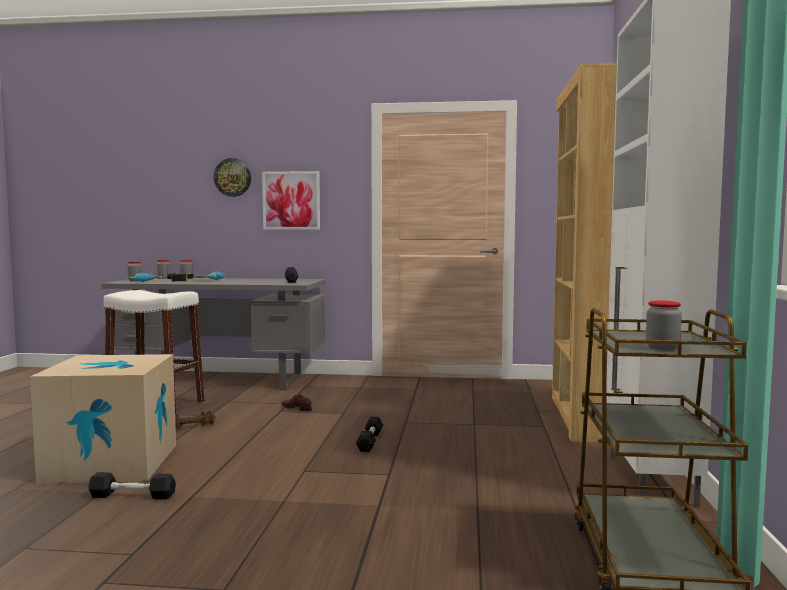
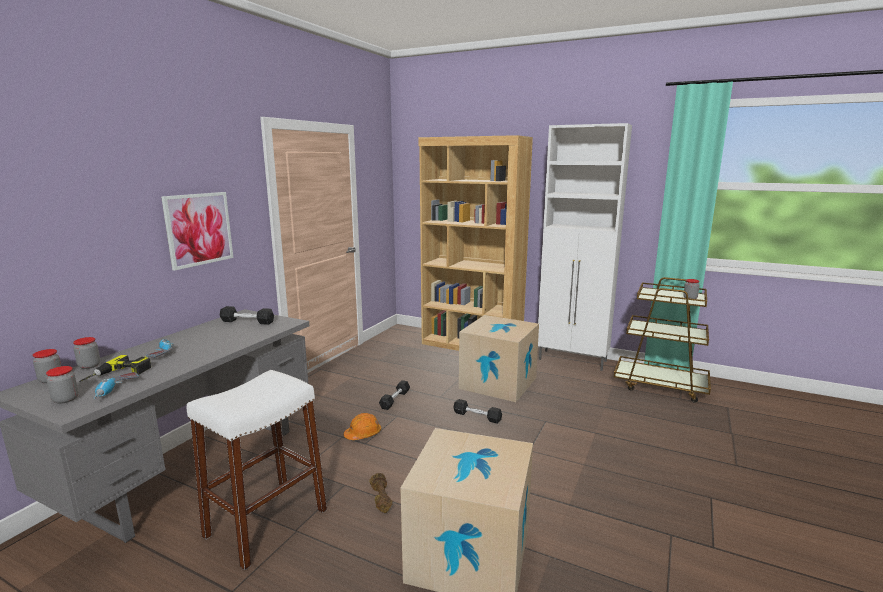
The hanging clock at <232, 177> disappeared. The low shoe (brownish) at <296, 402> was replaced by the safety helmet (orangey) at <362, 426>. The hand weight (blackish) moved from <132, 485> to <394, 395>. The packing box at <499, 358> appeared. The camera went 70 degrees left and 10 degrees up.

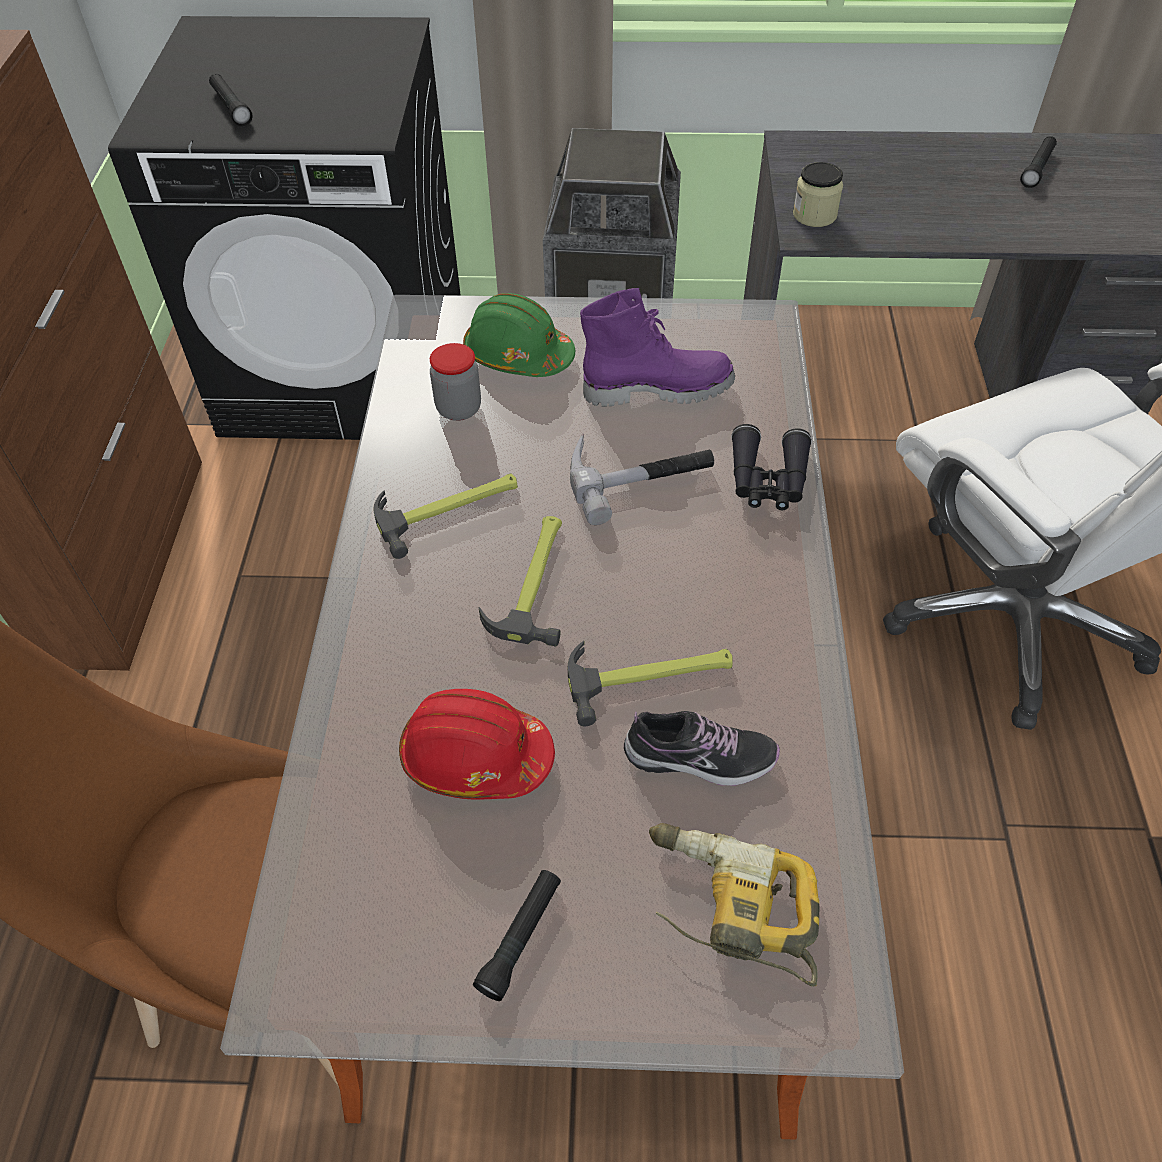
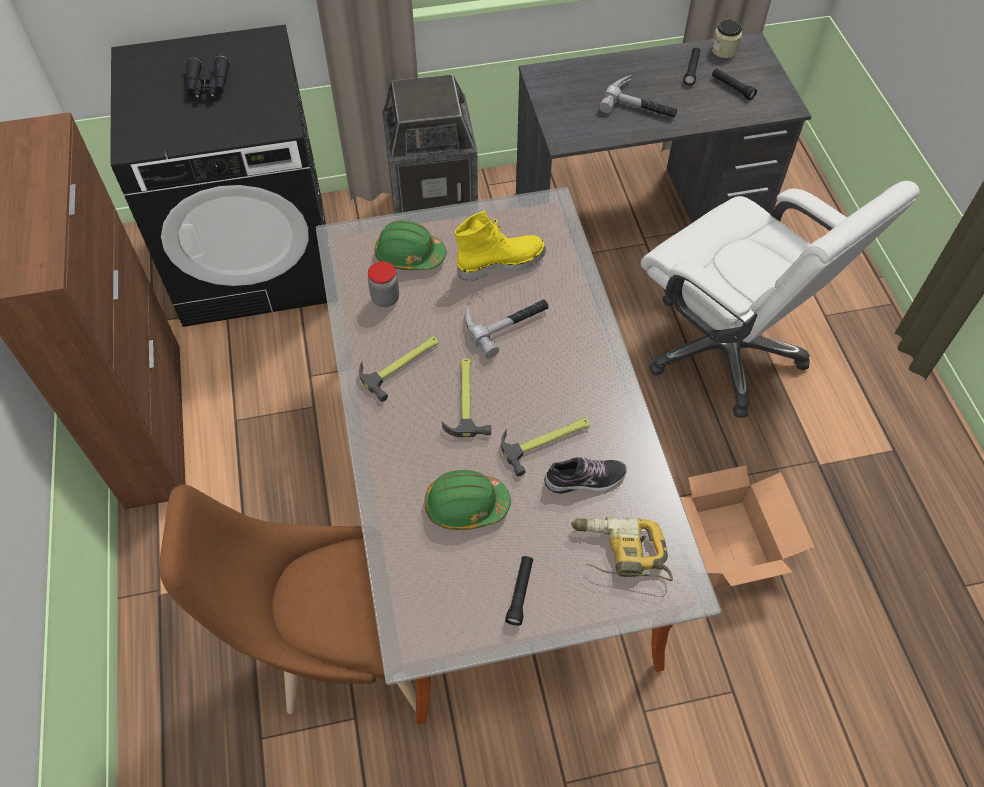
The flashlight (blackish) moved from <231, 100> to <734, 84>. The preserve jar moved from <818, 194> to <727, 38>. The boot (purple) at <657, 347> became the boot (yellow) at <500, 246>. The field glasses (blackish) moved from <771, 467> to <207, 77>. The safety helmet (reddish) at <477, 744> became the safety helmet (green) at <467, 500>. The tool hammer at <638, 96> appeared. The packing box at <747, 527> appeared. The camera went 15 degrees left and 5 degrees up.

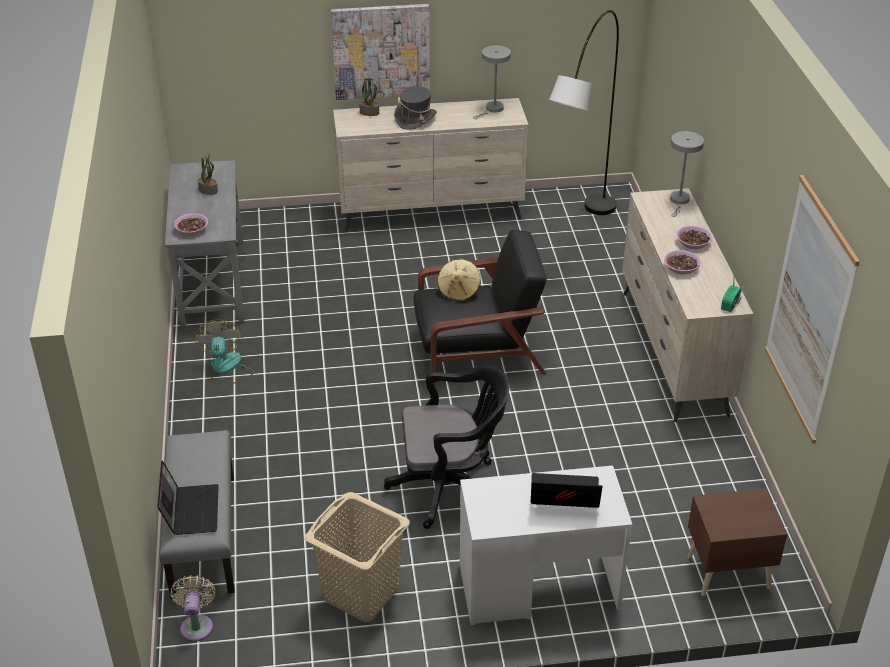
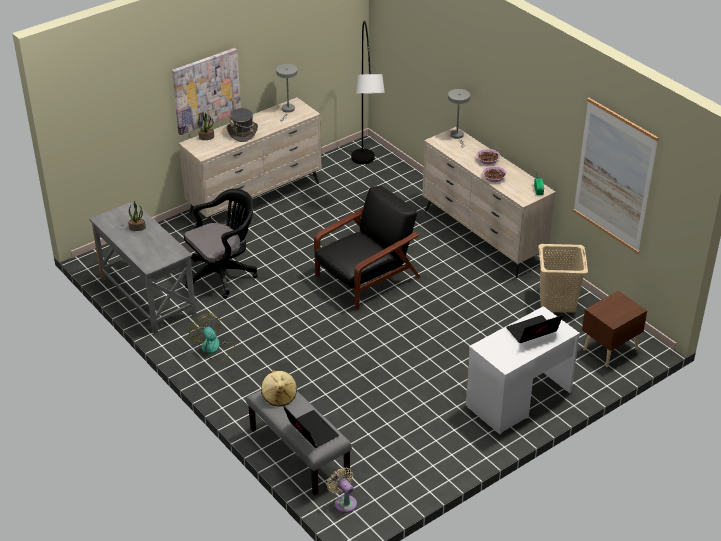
The serving bowl at <191, 224> disappeared. The wearable hat (sand-coloured) moved from <459, 280> to <279, 388>. The office chair (blackish) moved from <446, 446> to <220, 244>. The laundry basket (sand-coloured) moved from <357, 557> to <563, 278>. The camera went 30 degrees left and 0 degrees up.

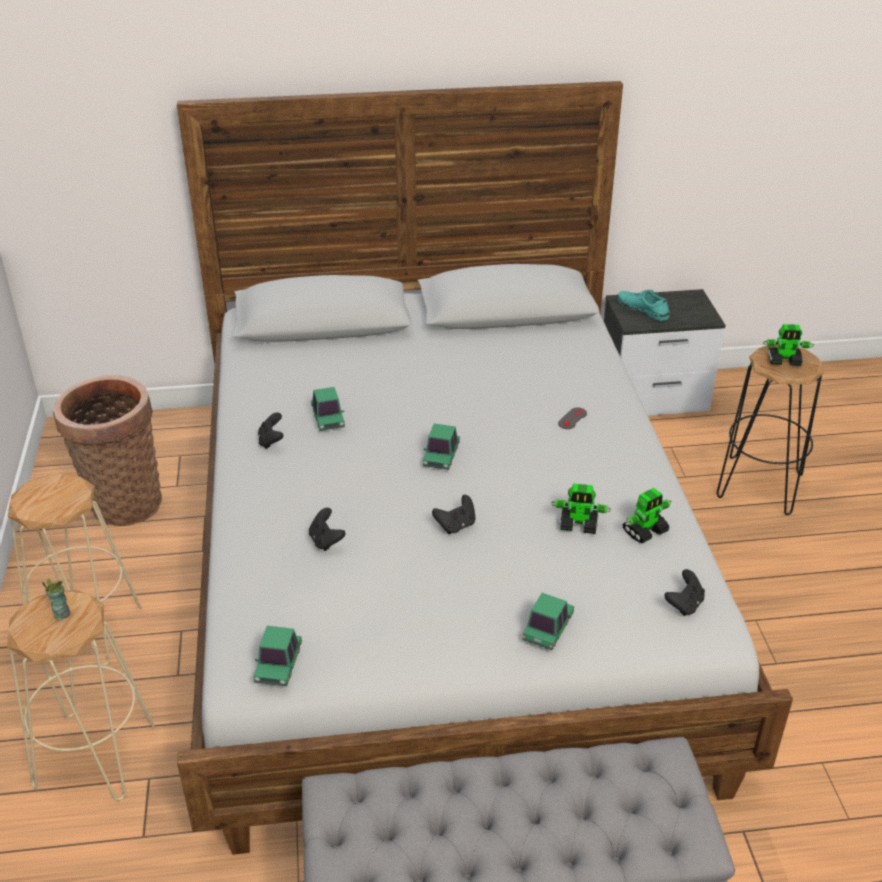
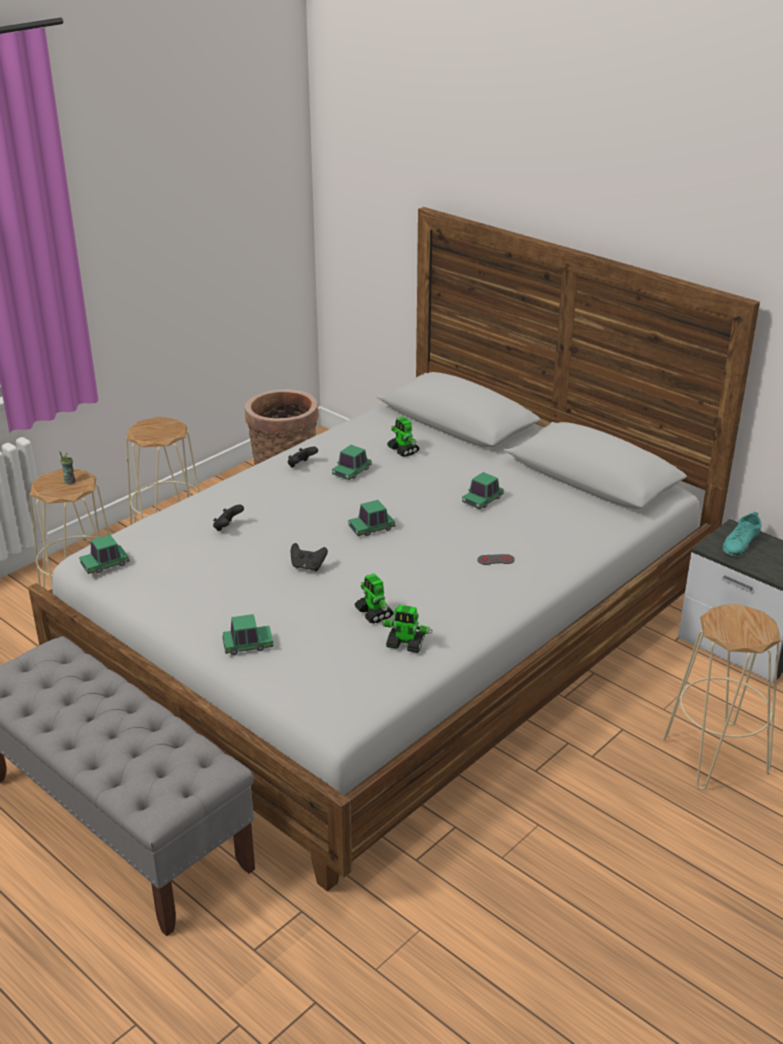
The low shoe (turquoise-coloured) at <643, 305> turned 150 degrees counterclockwise. The model robot moved from <788, 345> to <403, 437>. The stool seat (blackish) at <770, 429> became the stool seat (sand-coloured) at <722, 697>. The game controller (blackish) at <684, 592> disappeared. The toy car at <483, 490> appeared. The camera went 50 degrees right and 5 degrees down.

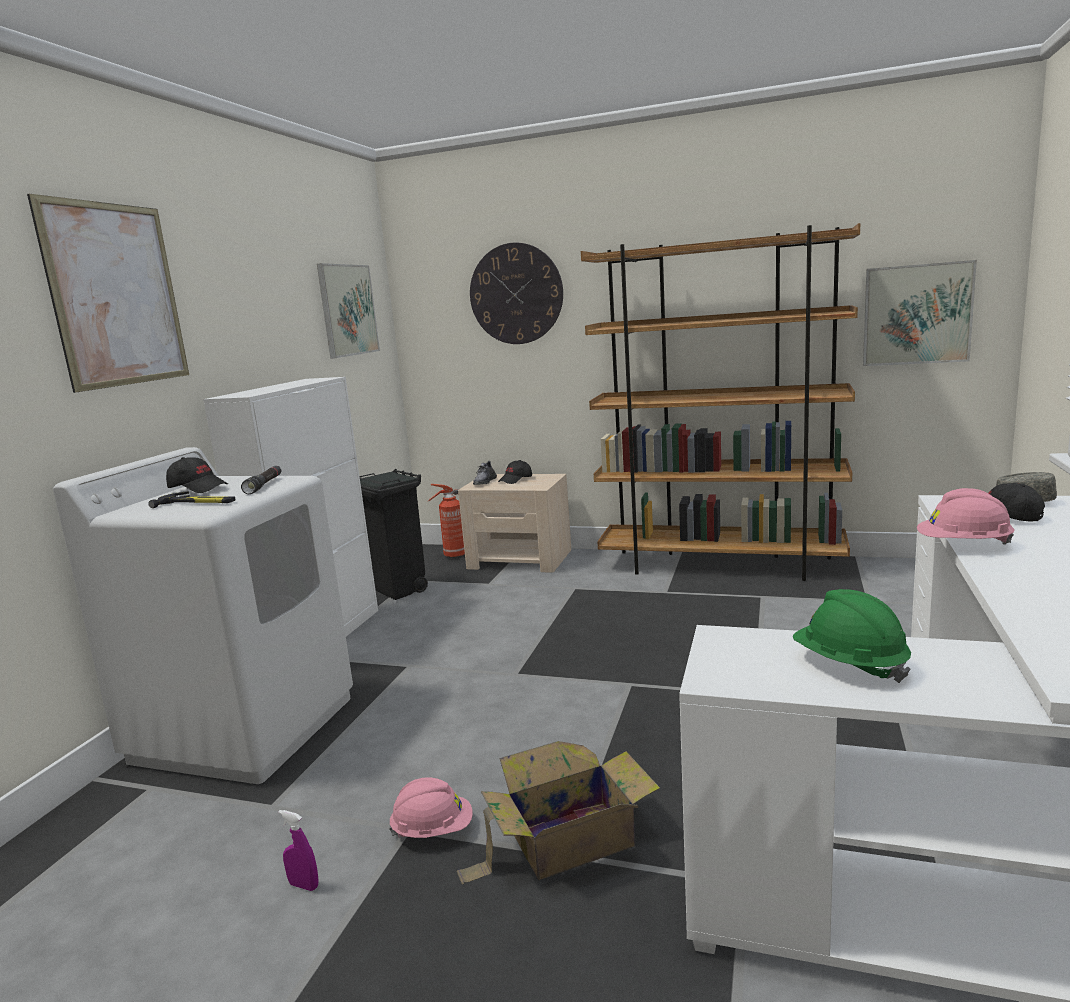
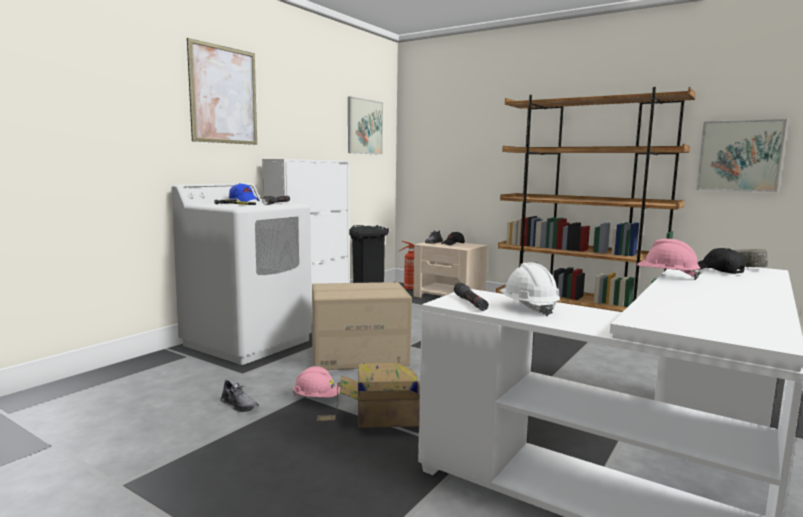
The hanging clock at <516, 293> disappeared. The baseball cap (blackish) at <197, 475> became the baseball cap (blue) at <244, 192>. The safety helmet (green) at <852, 636> became the safety helmet (white-coloured) at <530, 289>. The spray bottle (purple) at <298, 850> was replaced by the low shoe (greyish) at <240, 395>. The packing box at <362, 326> appeared. The flashlight (blackish) at <471, 296> appeared. The camera went 15 degrees right and 5 degrees down.

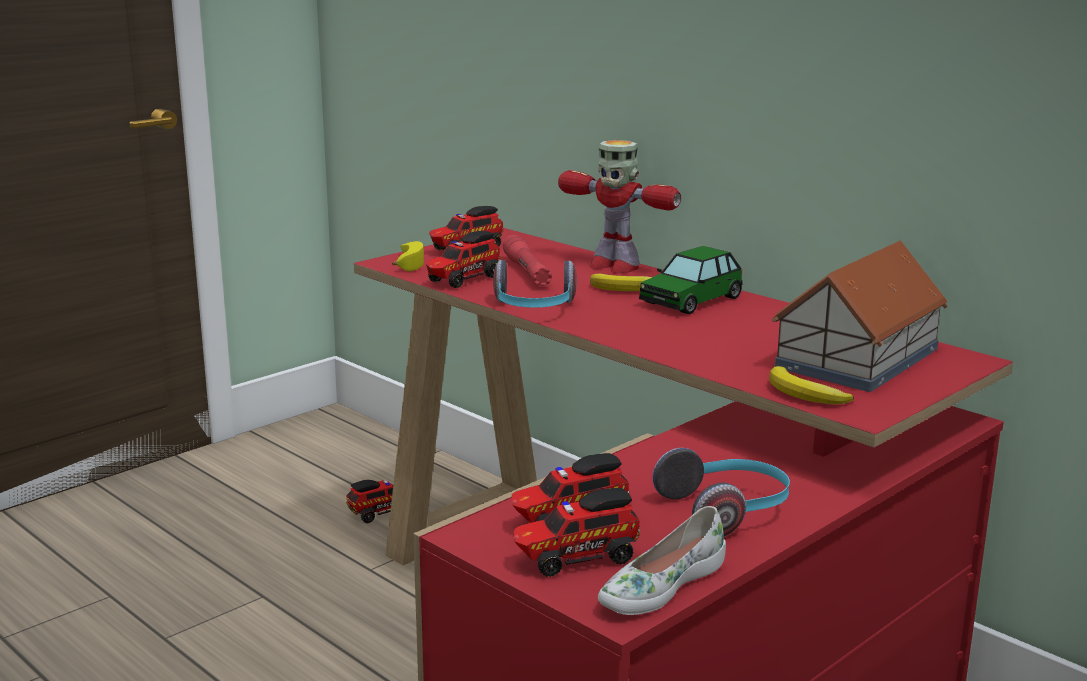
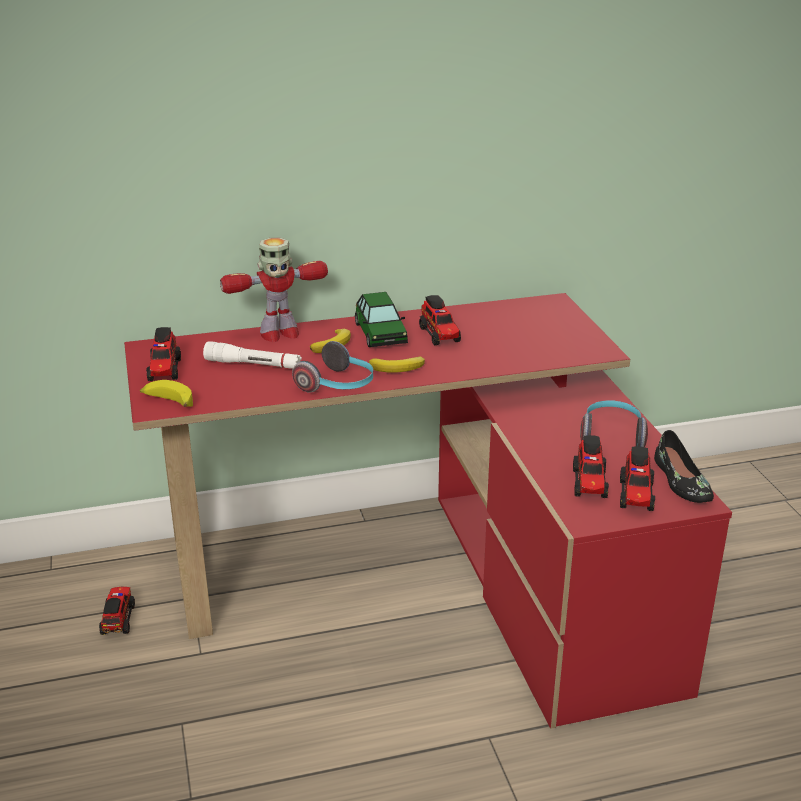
The toy truck moved from <463, 259> to <440, 320>. The flashlight (reddish) at <527, 260> became the flashlight (white-coloured) at <252, 355>. The miniature house at <860, 316> disappeared. The banana fruit moved from <811, 385> to <397, 364>. The low shoe (white-coloured) at <662, 560> became the low shoe (blackish) at <684, 466>. The camera went 60 degrees left and 10 degrees up.

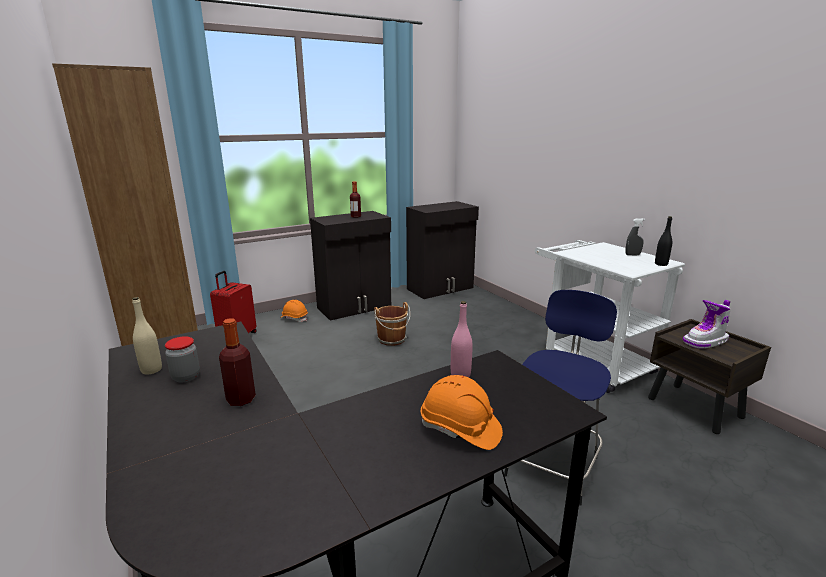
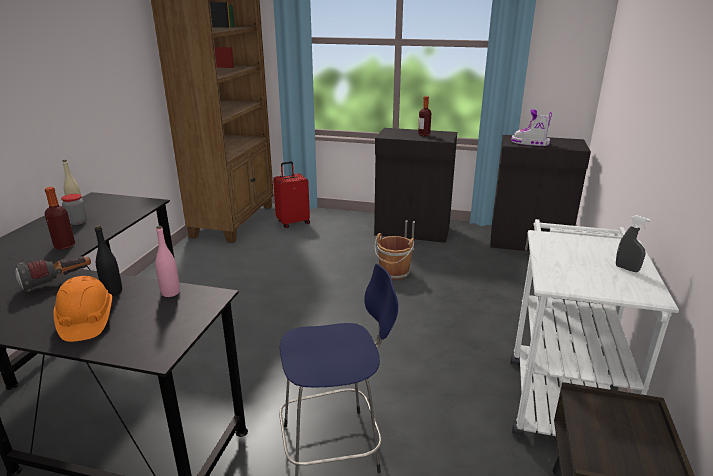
The drink bottle (blackish) moved from <663, 241> to <108, 260>. The safety helmet (orangey) at <294, 311> disappeared. The boot moved from <706, 324> to <531, 127>. The flashlight at <53, 274> appeared. The camera went 45 degrees right and 5 degrees up.

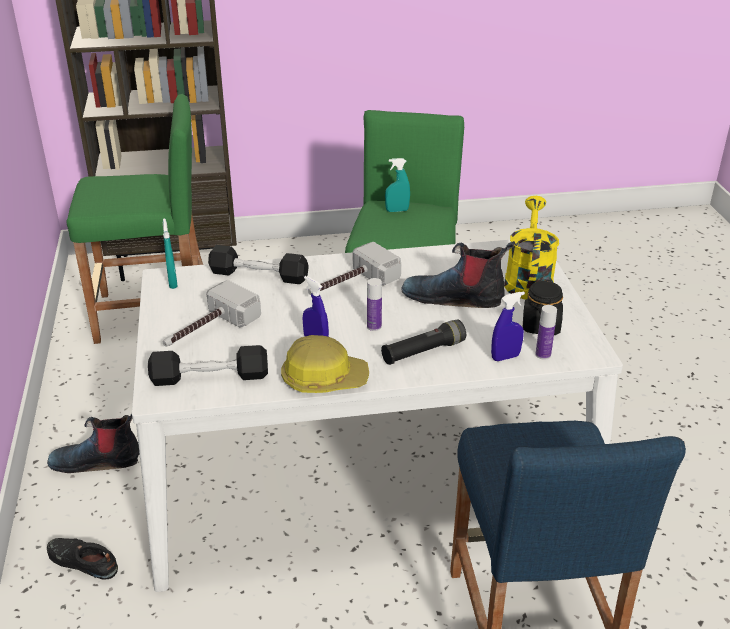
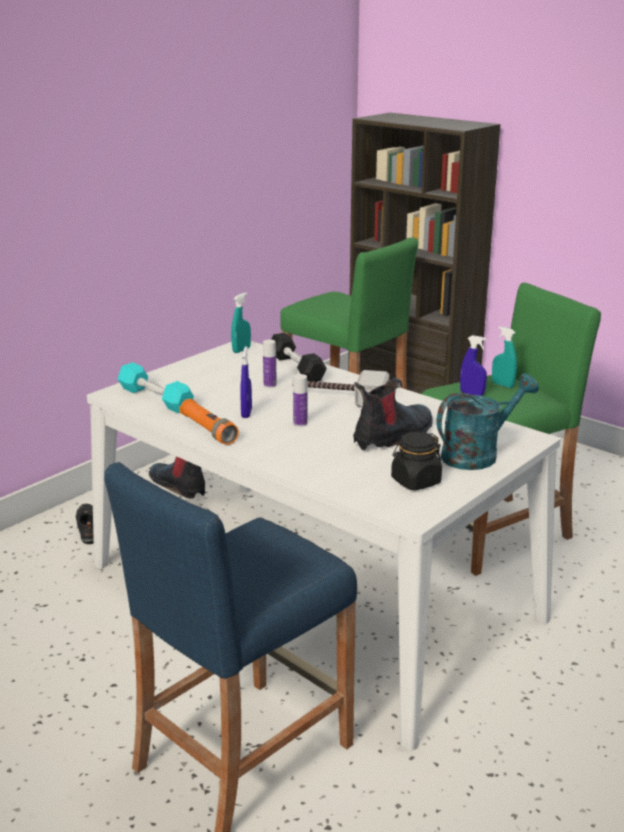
The watering pot (yellow) at <531, 248> became the watering pot (turquoise-coloured) at <488, 422>. The boot at <458, 274> turned 75 degrees clockwise. The tool hammer at <212, 313> disappeared. The spray bottle (blue) moved from <508, 326> to <473, 365>. The drink bottle moved from <546, 332> to <270, 364>. The flashlight (blackish) at <423, 342> disappeared. The safety helmet at <325, 364> was replaced by the flashlight (orangey) at <209, 422>. The hand weight (blackish) at <208, 365> became the hand weight (turquoise-coloured) at <156, 387>. The camera went 50 degrees right and 10 degrees down.

